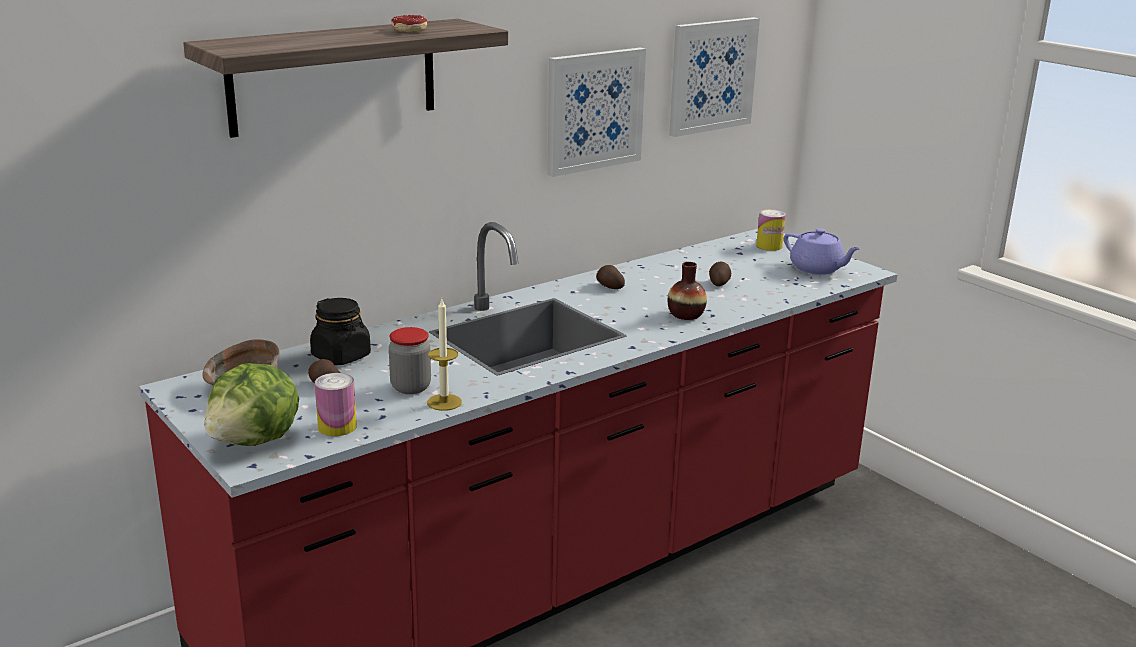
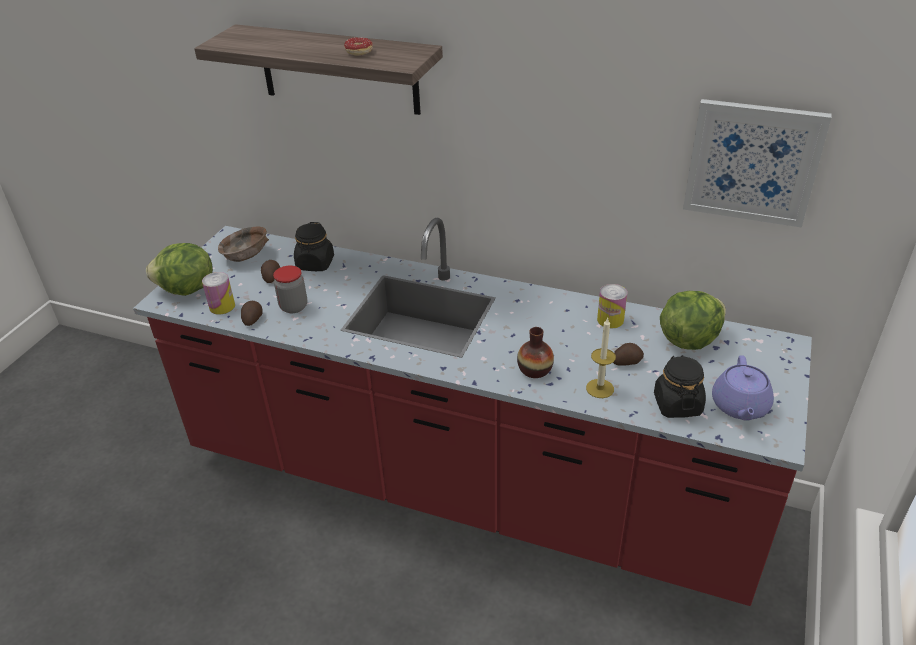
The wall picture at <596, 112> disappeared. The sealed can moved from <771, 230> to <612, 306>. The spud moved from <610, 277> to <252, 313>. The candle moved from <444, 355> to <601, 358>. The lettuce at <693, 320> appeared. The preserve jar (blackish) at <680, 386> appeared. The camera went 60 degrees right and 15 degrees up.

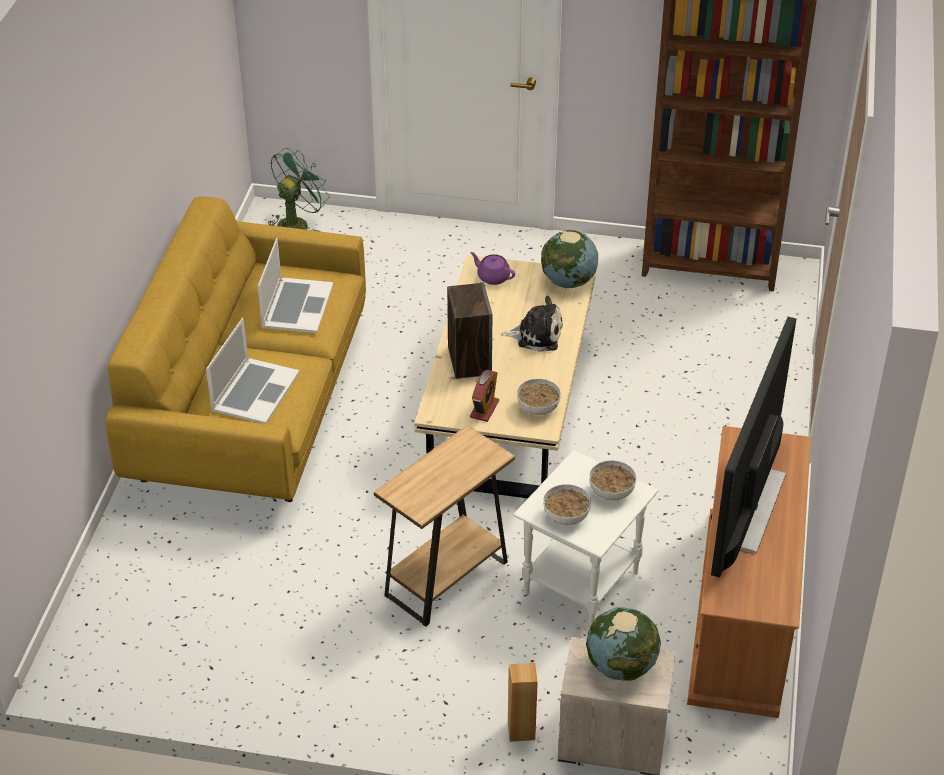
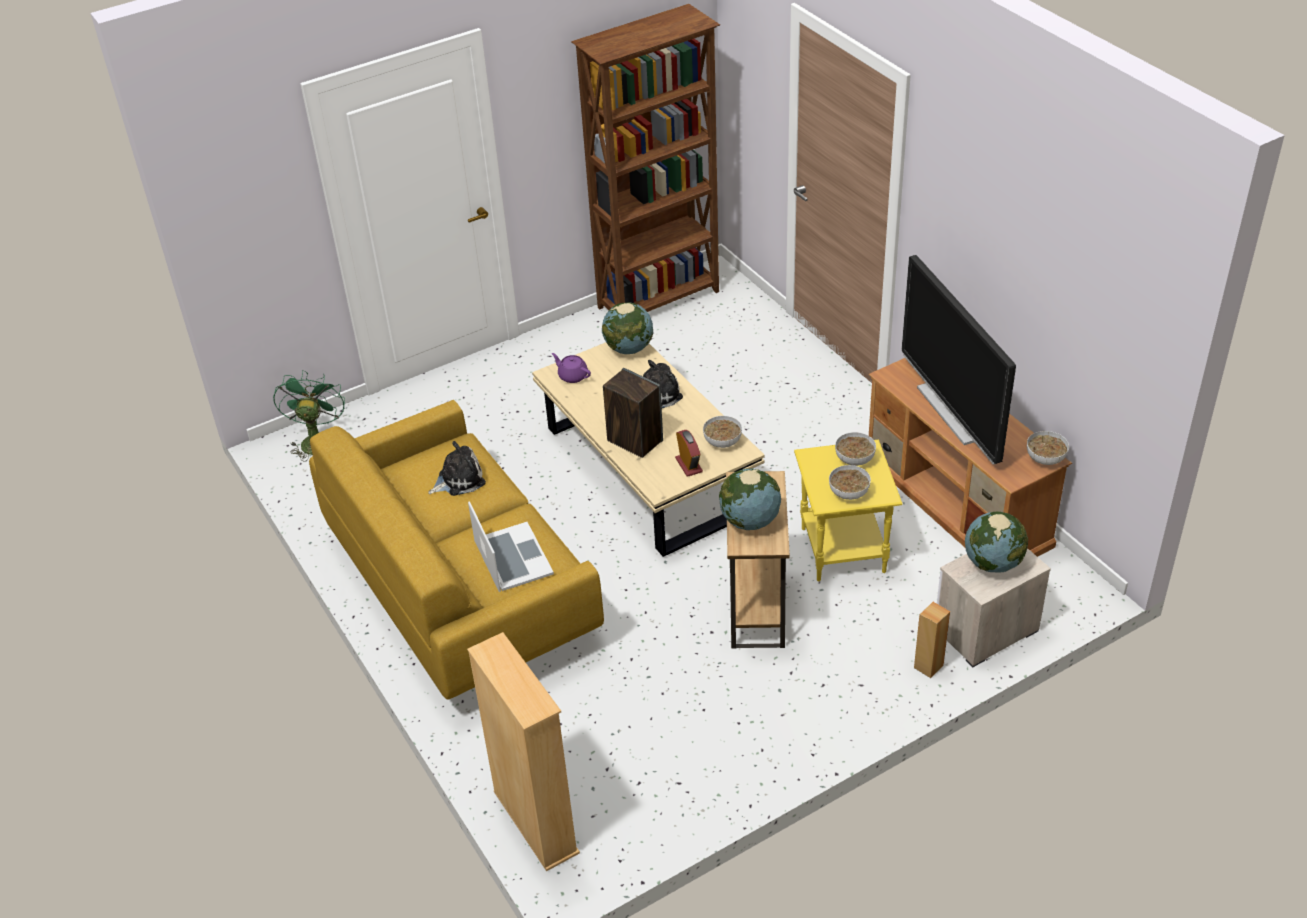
The portable computer at <295, 285> was replaced by the soft toy at <457, 468>. The pot for tea (purple) at <492, 268> turned 45 degrees clockwise. The side table (white-coloured) at <586, 538> became the side table (yellow) at <848, 511>. The serving bowl at <1048, 448> appeared. The globe at <750, 499> appeared. The bookcase (sand-coloured) at <523, 751> appeared. The camera went 40 degrees left and 0 degrees up.

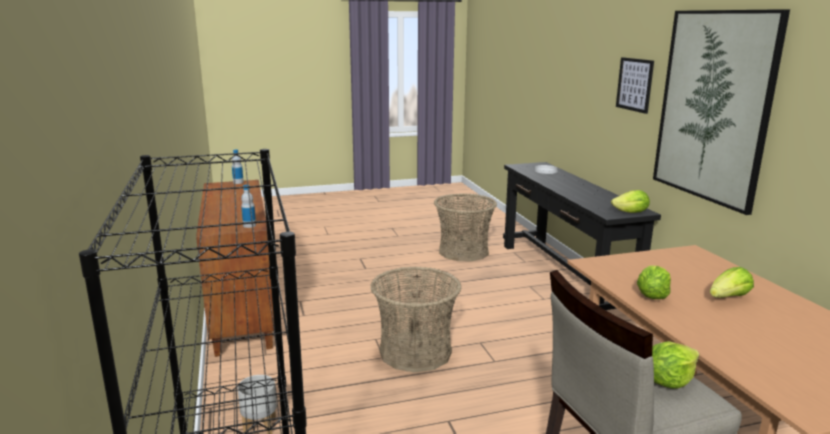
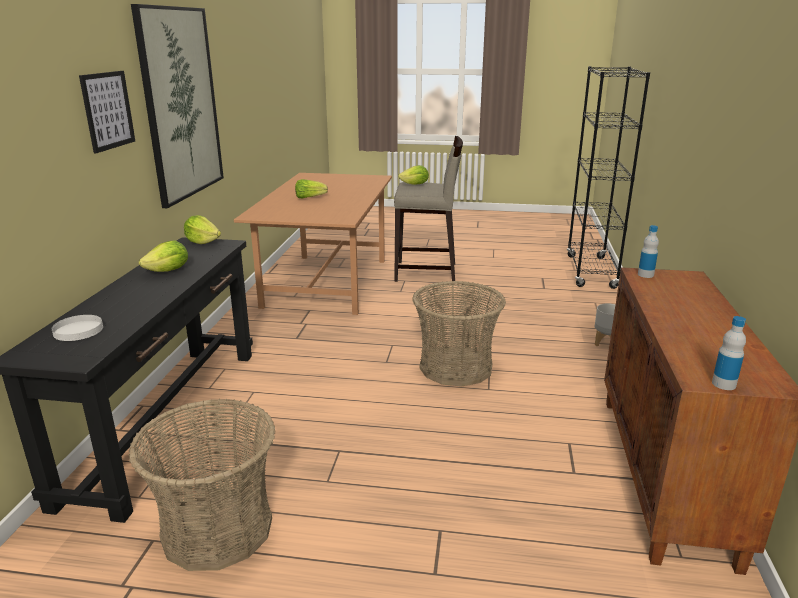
The lettuce moved from <654, 282> to <163, 256>. The camera went 155 degrees left and 5 degrees up.

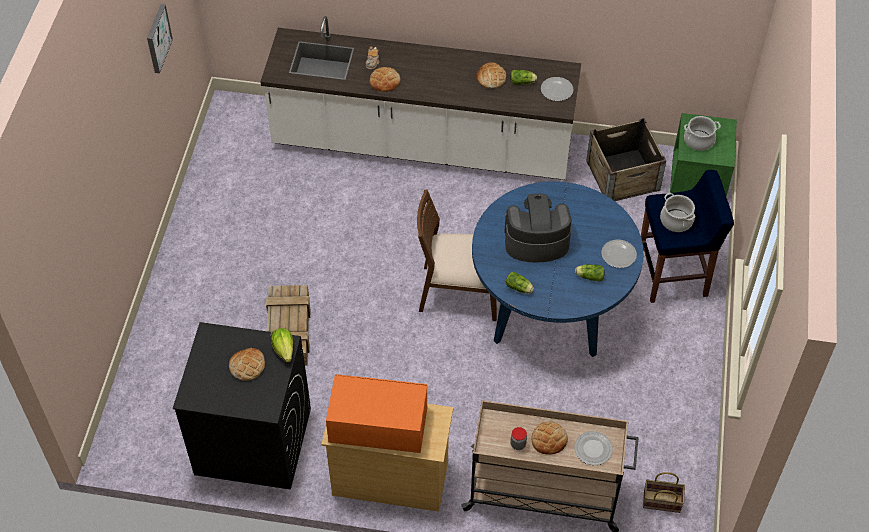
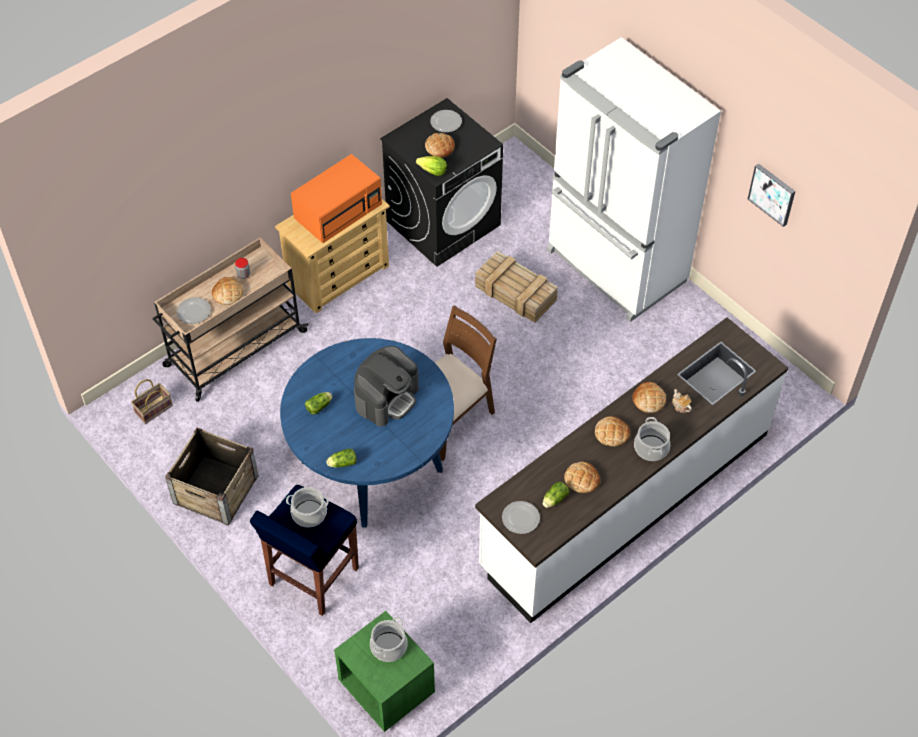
The shipping crate moved from <626, 159> to <212, 476>. The dinner plate moved from <619, 253> to <446, 121>. The lettuce moved from <520, 283> to <341, 458>. The fridge (white-coloured) at <634, 179> appeared. The baked bread at <612, 431> appeared. The cooking pot at <652, 439> appeared. The camera went 130 degrees right and 0 degrees up.

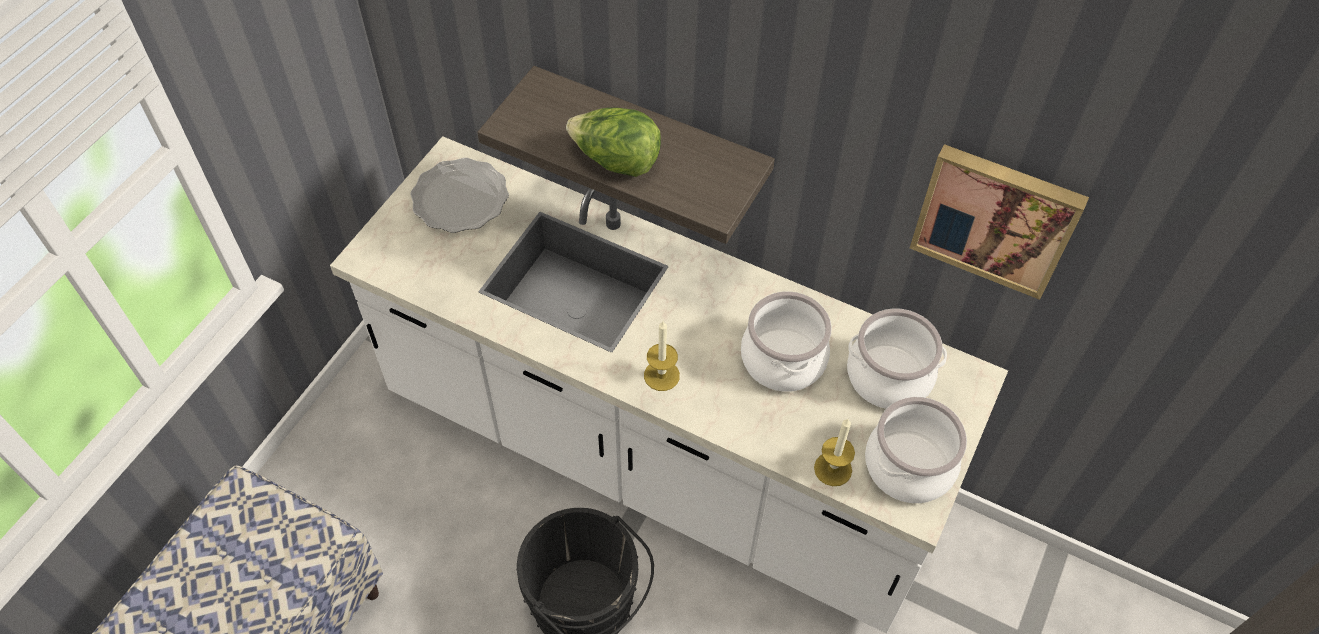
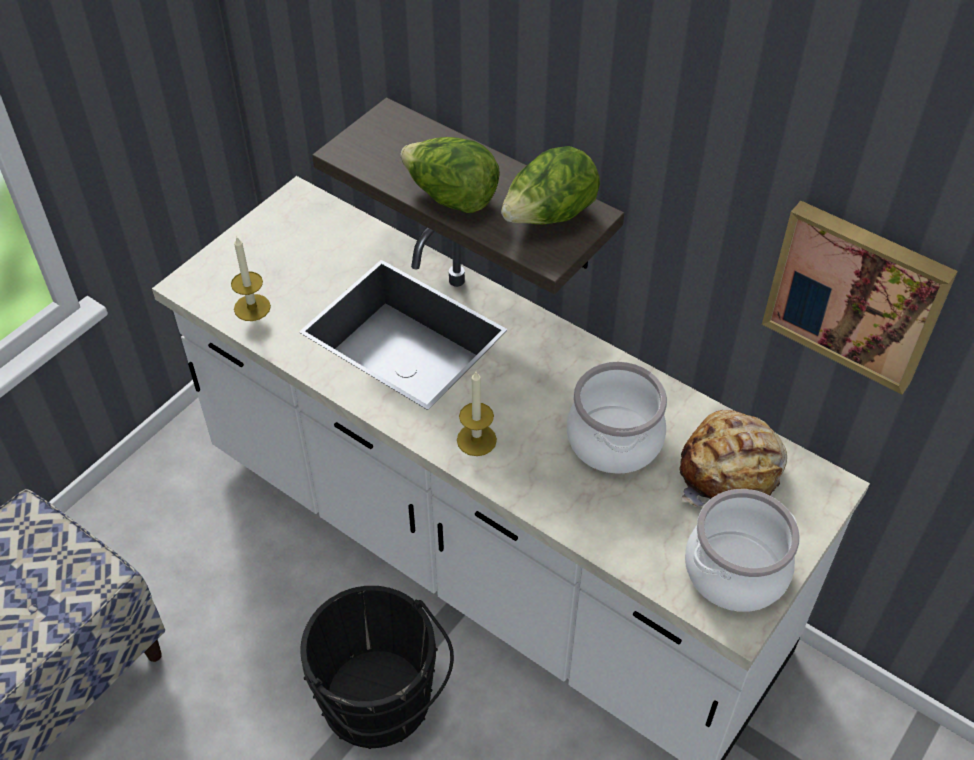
The dinner plate at <459, 195> disappeared. The cooking pot at <897, 358> was replaced by the baked bread at <733, 458>. The candle moved from <834, 452> to <251, 279>. The lettuce at <550, 185> appeared. The camera went 10 degrees right and 5 degrees down.

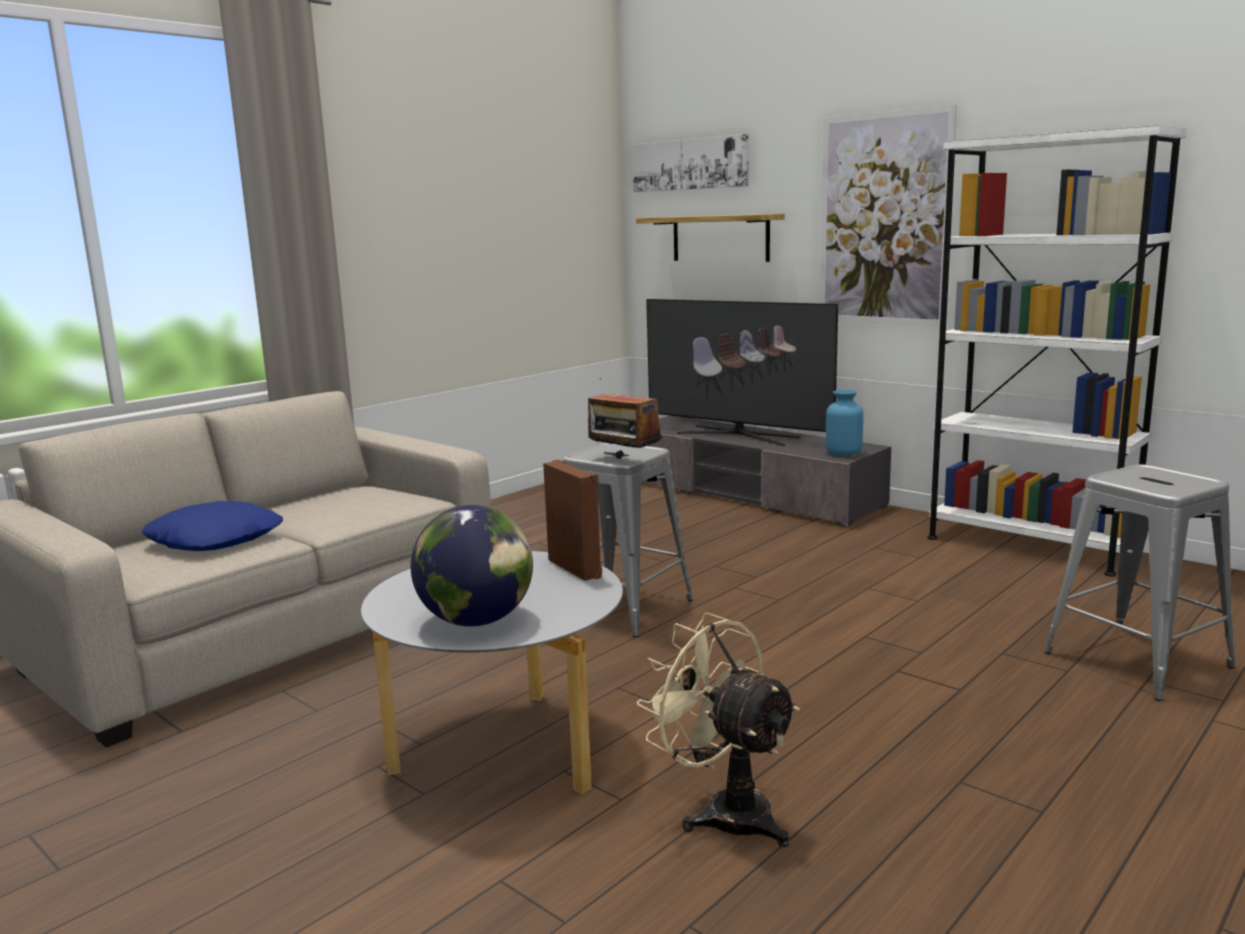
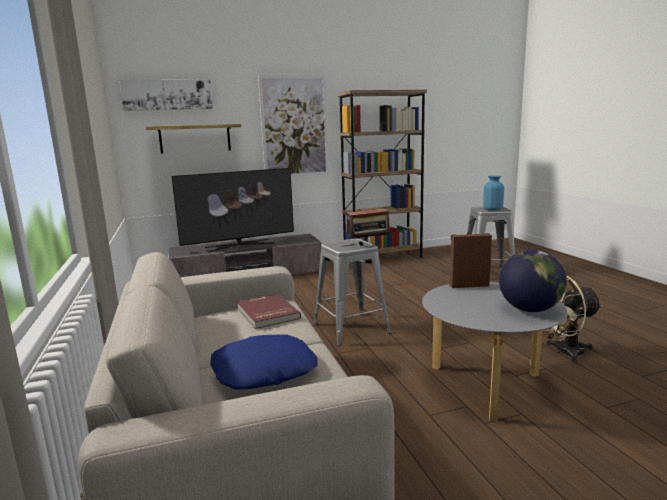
The bookcase (white-coloured) at <1057, 350> became the bookcase (brownish) at <382, 174>. The vase (blue) moved from <844, 423> to <493, 193>. The book (reddish) at <269, 311> appeared. The camera went 60 degrees left and 0 degrees up.

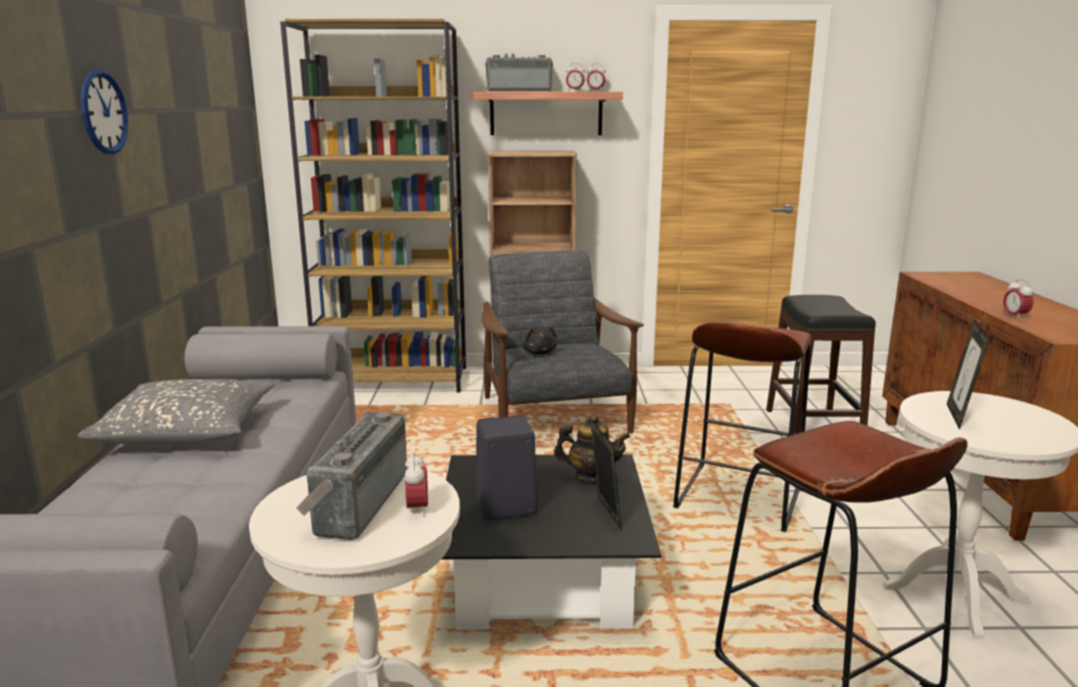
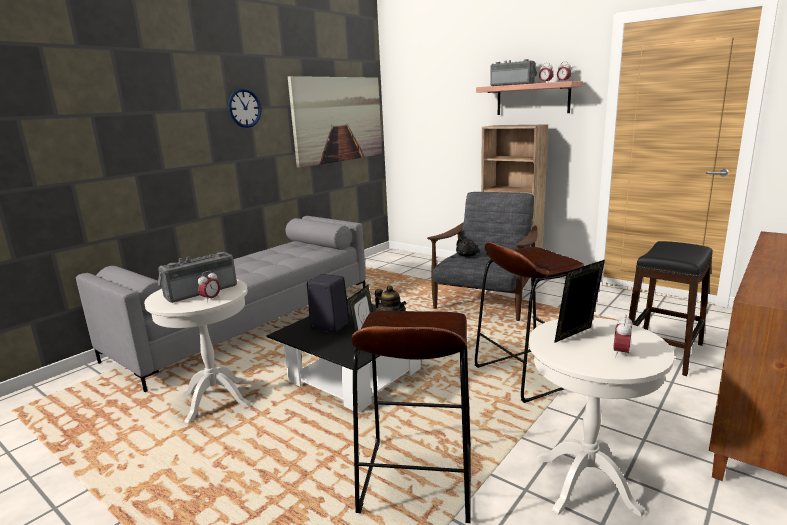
The bookcase (brownish) at <373, 205> disappeared. The bedside clock moved from <1018, 299> to <623, 336>. The pillow (greyish) at <176, 411> disappeared. The wall picture at <335, 122> appeared. The camera went 40 degrees right and 0 degrees up.

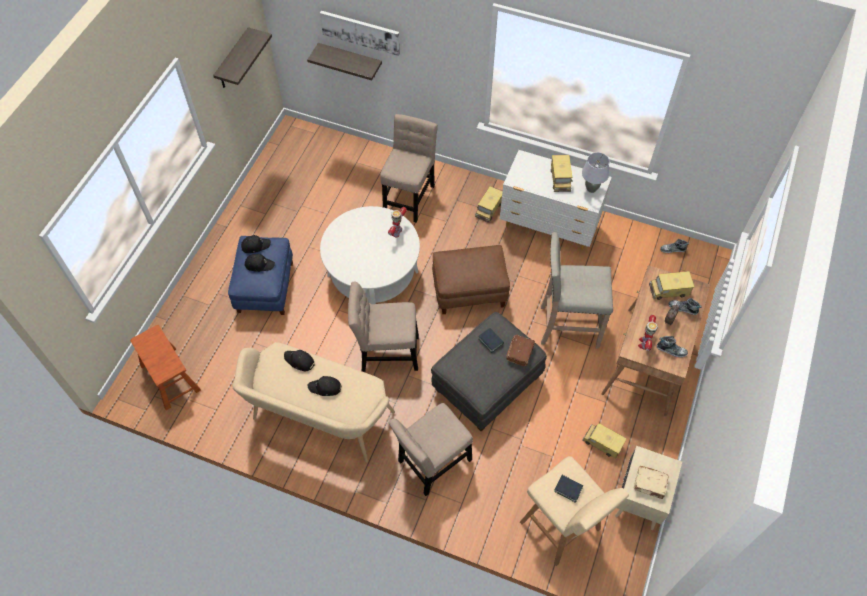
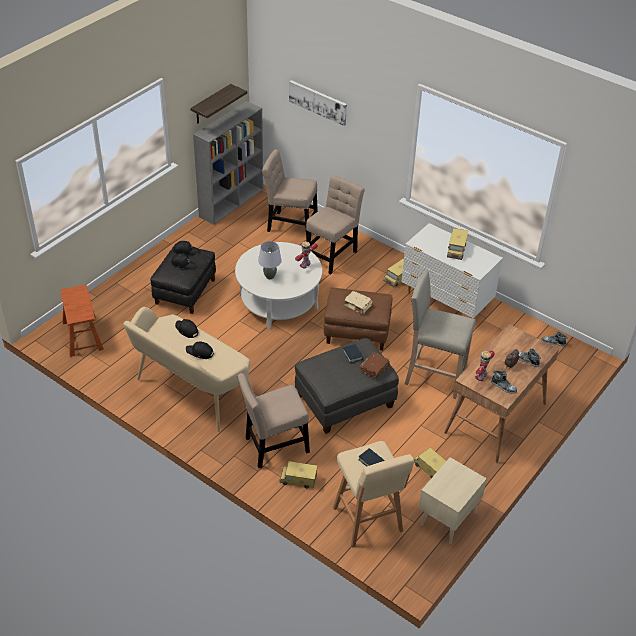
The shelf at <344, 62> disappeared. The tabletop lamp (greyish) moved from <595, 172> to <270, 260>. The footrest (blue) at <260, 275> became the footrest (blackish) at <183, 279>. The toy truck moved from <672, 285> to <298, 474>. The plain chair (sand-coloured) moved from <383, 326> to <290, 193>. The book (sand-coloured) moved from <651, 482> to <358, 303>. The bookcase (greyish) at <228, 163> appeared. The camera went 15 degrees right and 15 degrees down.

